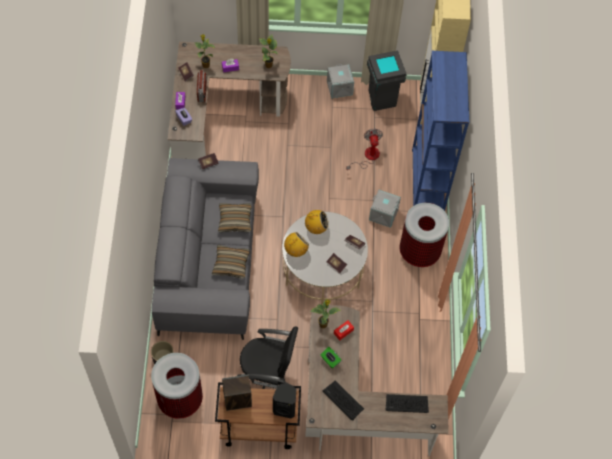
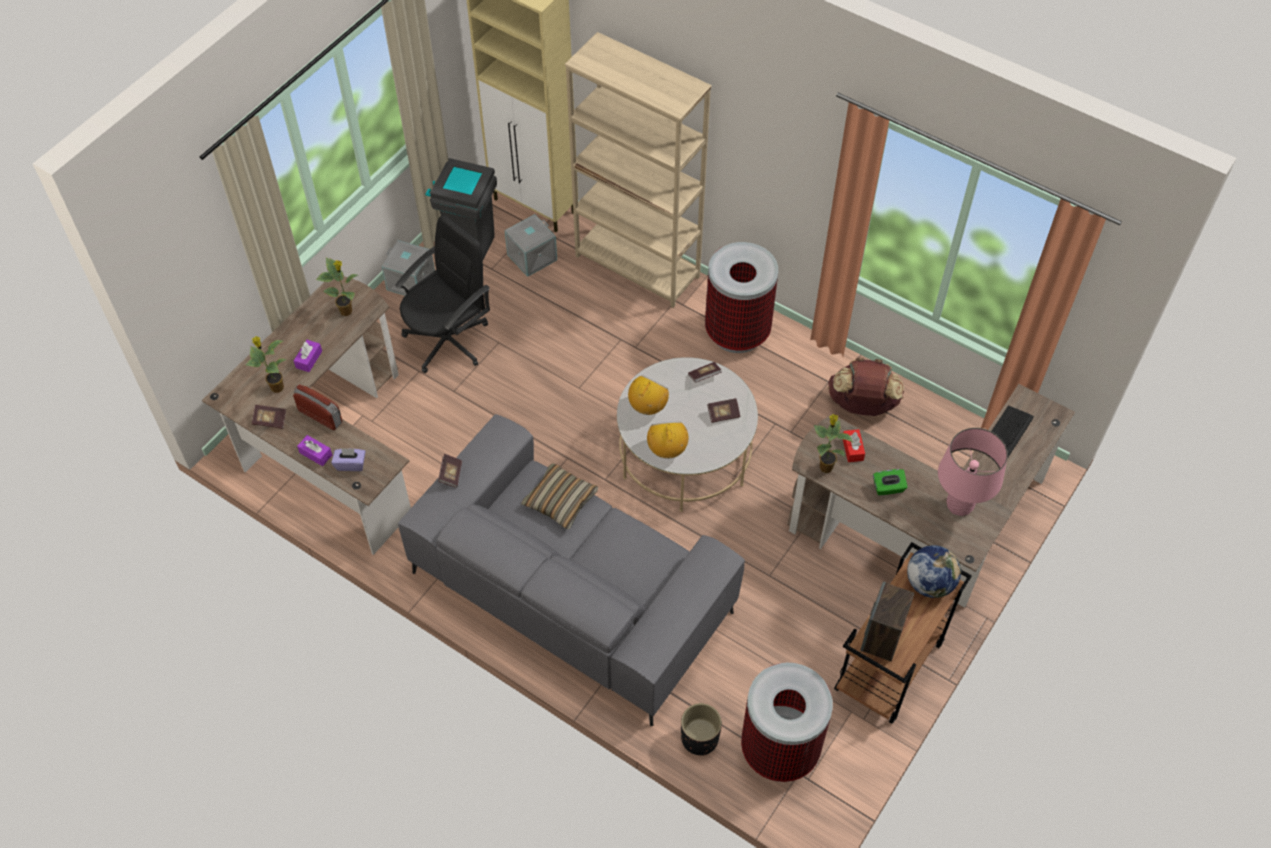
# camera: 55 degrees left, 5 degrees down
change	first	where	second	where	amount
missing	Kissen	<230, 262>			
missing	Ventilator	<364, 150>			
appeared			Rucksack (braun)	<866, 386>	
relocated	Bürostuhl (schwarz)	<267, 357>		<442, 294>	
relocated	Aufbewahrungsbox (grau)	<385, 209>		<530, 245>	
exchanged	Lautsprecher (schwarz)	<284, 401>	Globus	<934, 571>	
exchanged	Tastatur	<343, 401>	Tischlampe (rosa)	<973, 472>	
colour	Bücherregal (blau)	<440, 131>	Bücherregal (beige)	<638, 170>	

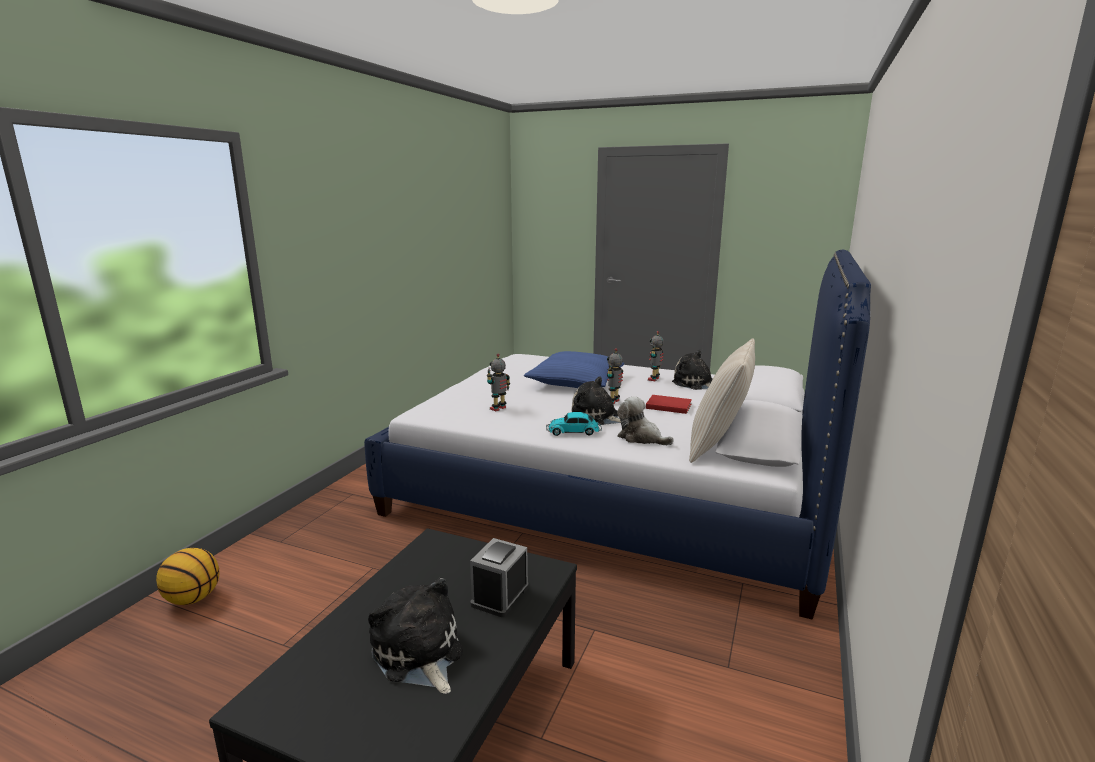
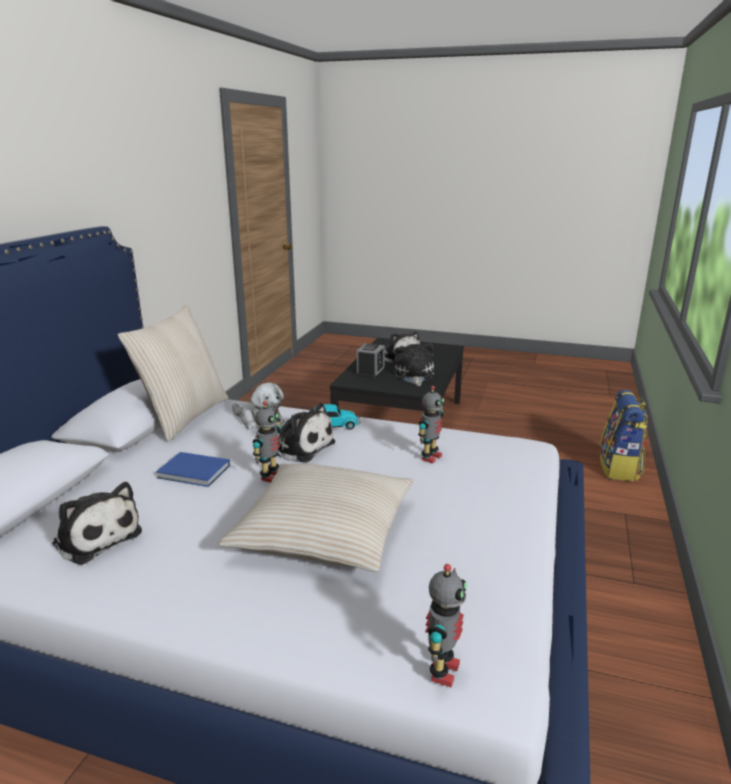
# camera: 175 degrees right, 5 degrees up
change	first	where	second	where	amount
appeared			Plüschtier	<414, 364>	
relocated	Spielzeugroboter	<656, 356>		<446, 625>	
exchanged	Basketball	<188, 576>	Rucksack	<624, 435>	
colour	Kissen (blau)	<574, 369>	Kissen (beige)	<316, 517>	
colour	Buch (rot)	<669, 404>	Buch (blau)	<193, 469>	

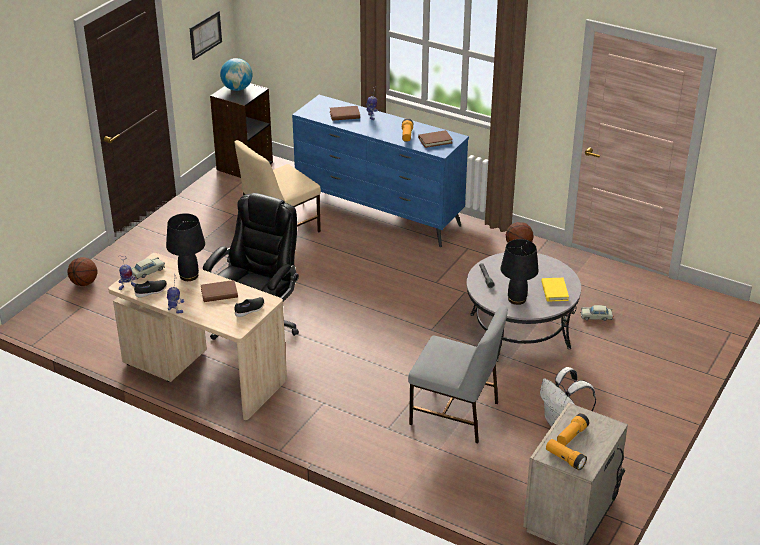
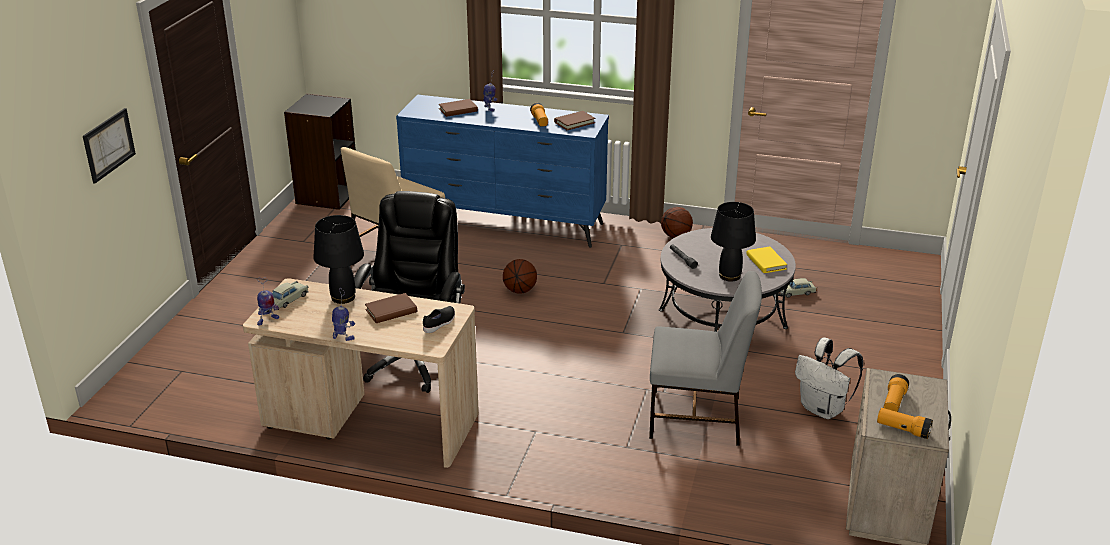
# camera: 15 degrees left, 5 degrees down
change	first	where	second	where	amount
missing	Schuh (schwarz)	<150, 288>			
missing	Globus	<236, 74>			
relocated	Basketball	<82, 271>		<520, 276>	
relocated	Bild	<206, 35>		<109, 146>	

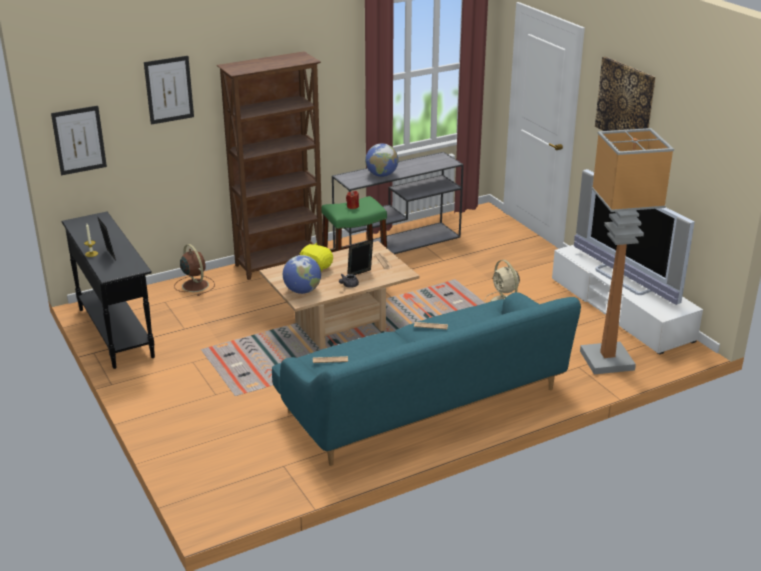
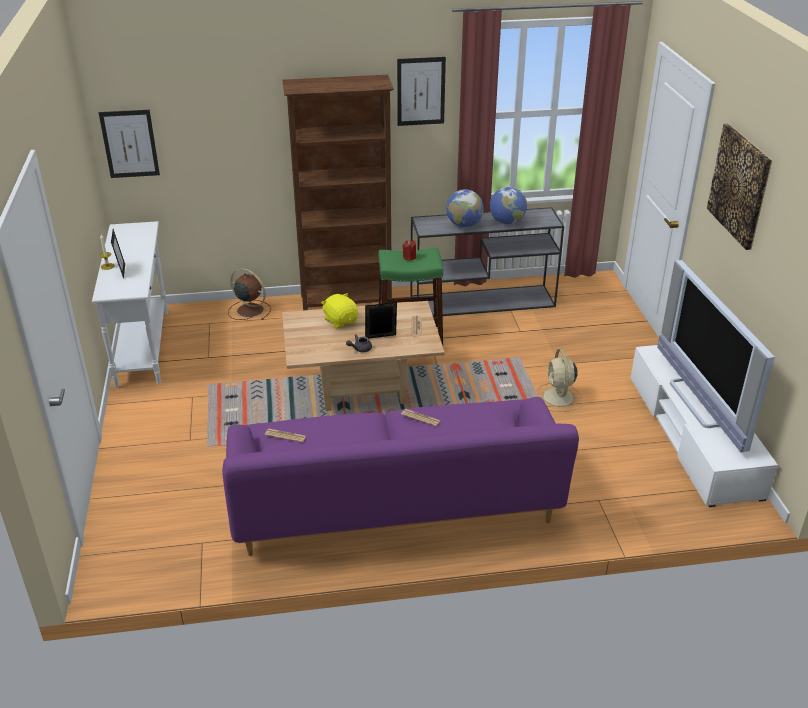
# camera: 20 degrees right, 5 degrees up
change	first	where	second	where	amount
missing	Stehlampe	<627, 251>			
relocated	Bild	<169, 90>		<421, 91>	
relocated	Globus	<302, 274>		<508, 205>	
colour	Konsolentisch (schwarz)	<108, 290>	Konsolentisch (weiß)	<130, 304>	
colour	Sofa (türkis)	<426, 379>	Sofa (lila)	<400, 476>	
spun	Ventilator (braun)	<194, 270>		<249, 294>	45 degrees counterclockwise

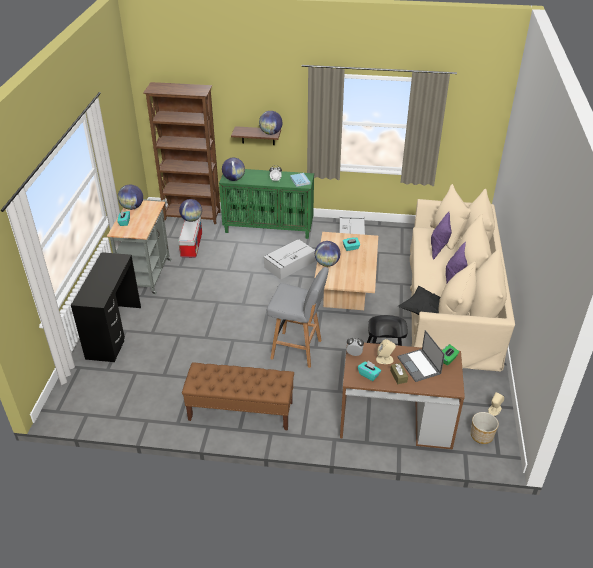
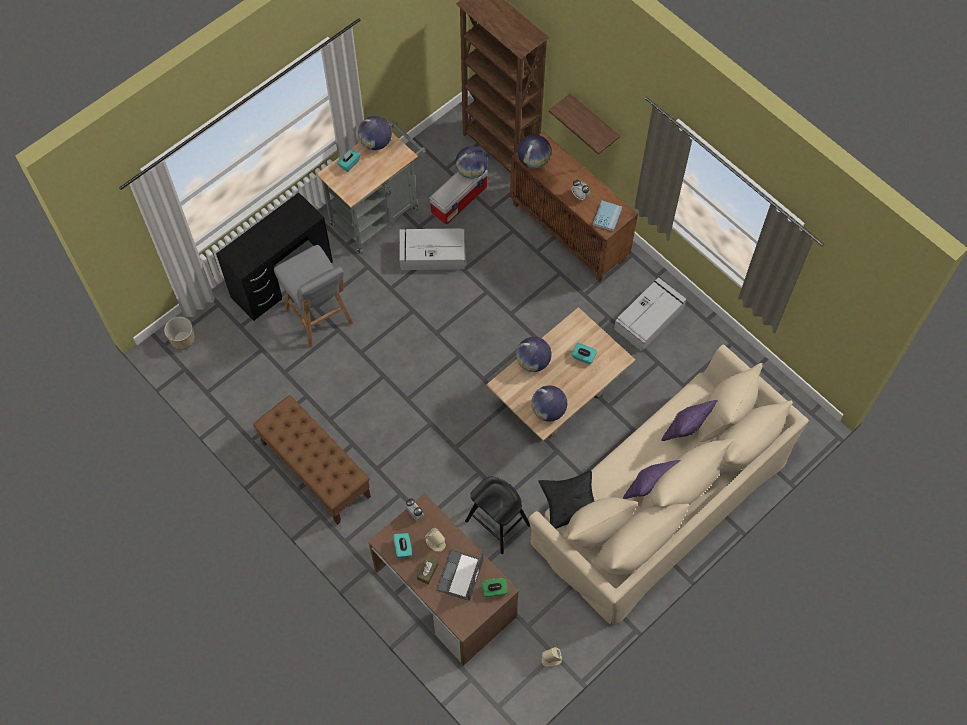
# camera: 40 degrees right, 25 degrees up
change	first	where	second	where	amount
relocated	Globus	<270, 123>		<549, 403>	
relocated	Aufbewahrungsbox (grau)	<289, 259>		<432, 249>	
relocated	Hocker (grau)	<298, 317>		<313, 296>	
relocated	Pflanzkübel	<485, 428>		<179, 333>	
colour	Schrank (grün)	<266, 204>	Schrank (braun)	<574, 207>	

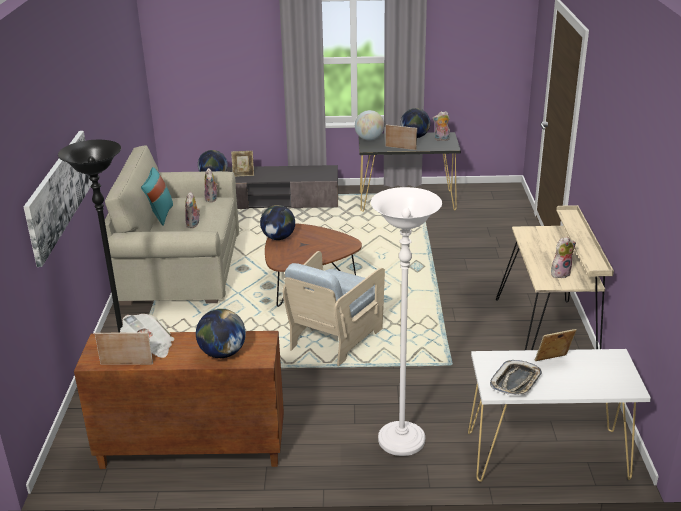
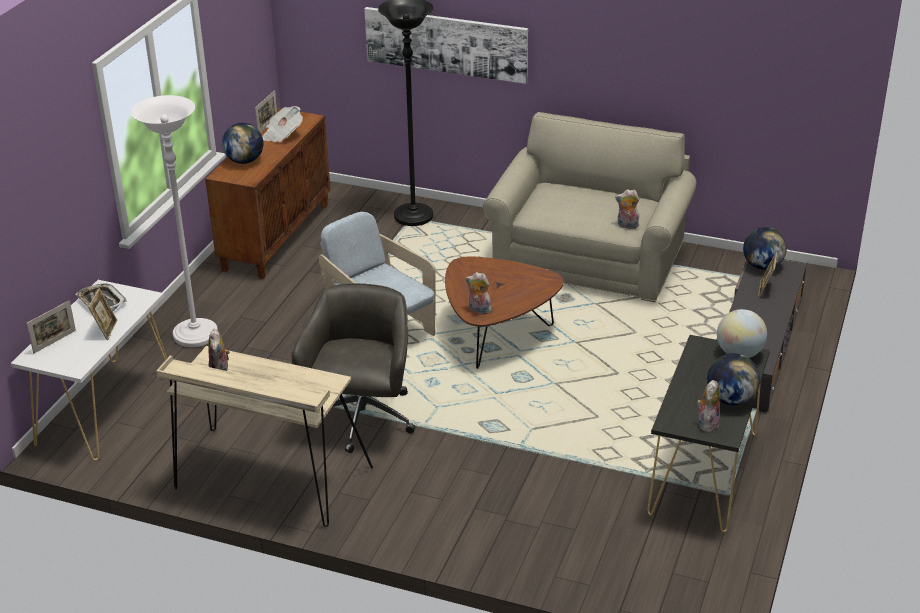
# camera: 110 degrees right, 5 degrees up
change	first	where	second	where	amount
missing	Kissen (türkis)	<157, 196>			
missing	Globus	<277, 222>			
appeared			Bürostuhl (grau)	<353, 368>	
relocated	Plüschtier	<192, 210>		<478, 293>	
relocated	Bilderrahmen	<401, 137>		<51, 327>	

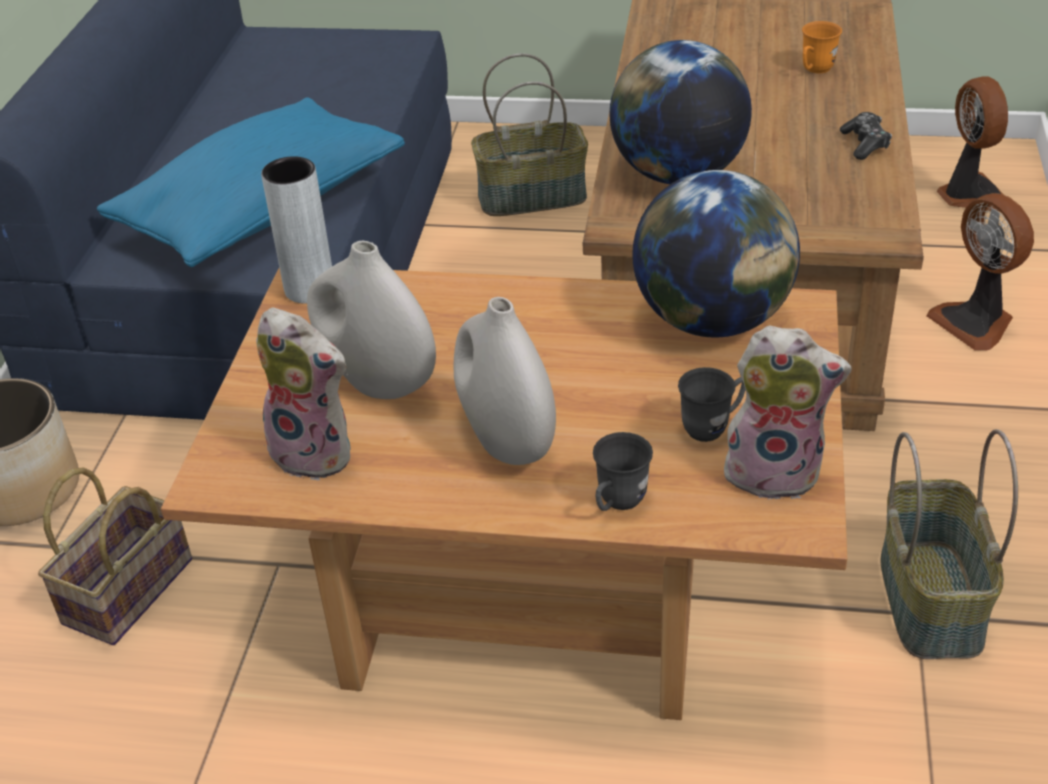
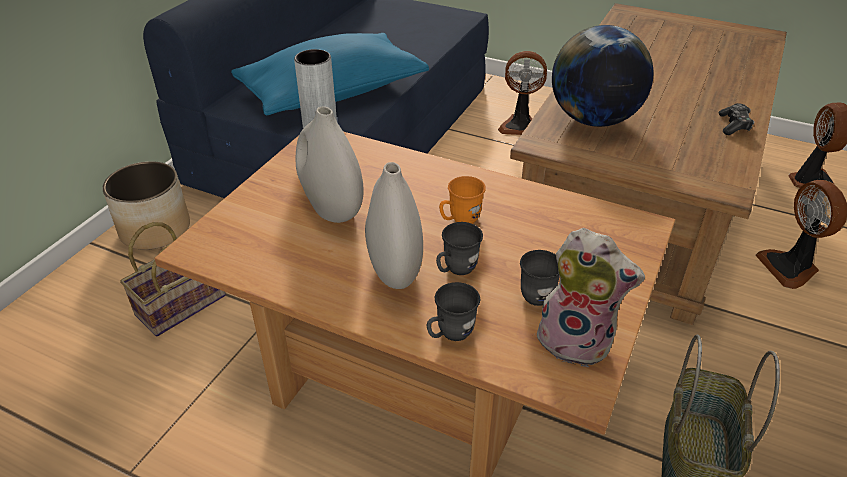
# camera: 15 degrees right, 0 degrees up
change	first	where	second	where	amount
missing	Plüschtier	<303, 394>			
missing	Globus	<716, 253>			
appeared			Henkelbecher (grau)	<459, 248>	
relocated	Henkelbecher (orange)	<822, 47>		<462, 200>	
exchanged	Korb	<529, 134>	Ventilator	<522, 93>	

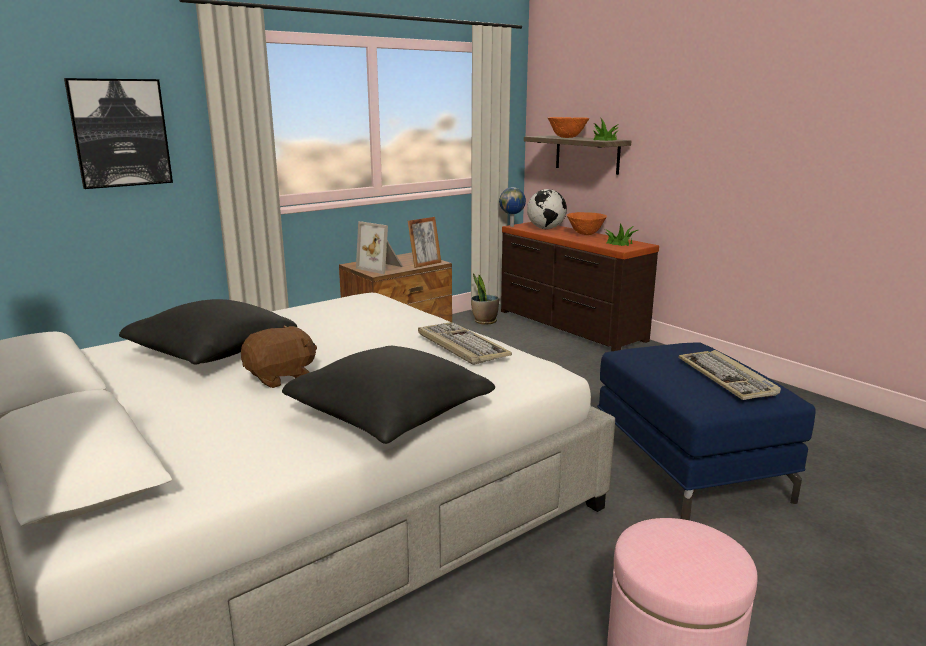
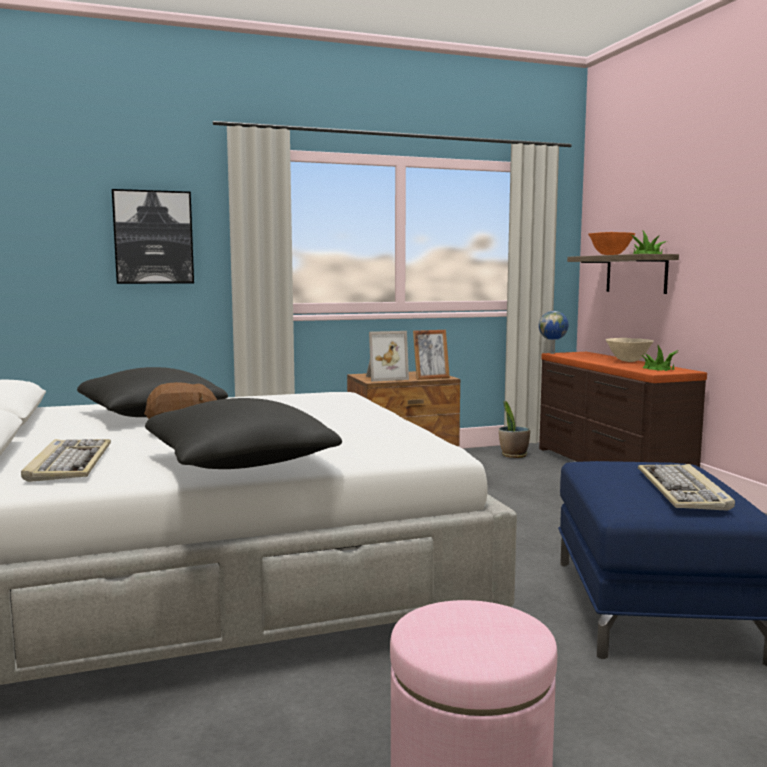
# camera: 20 degrees right, 10 degrees down
change	first	where	second	where	amount
missing	Globus	<547, 209>			
relocated	Tastatur	<465, 343>		<66, 460>	
colour	Schüssel (orange)	<587, 223>	Schüssel (beige)	<629, 350>	
spun	Bilderrahmen	<379, 247>		<387, 356>	75 degrees counterclockwise

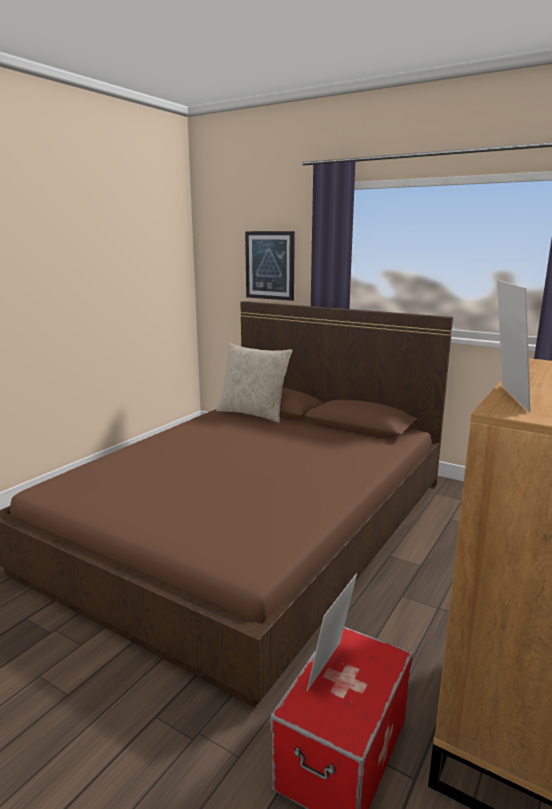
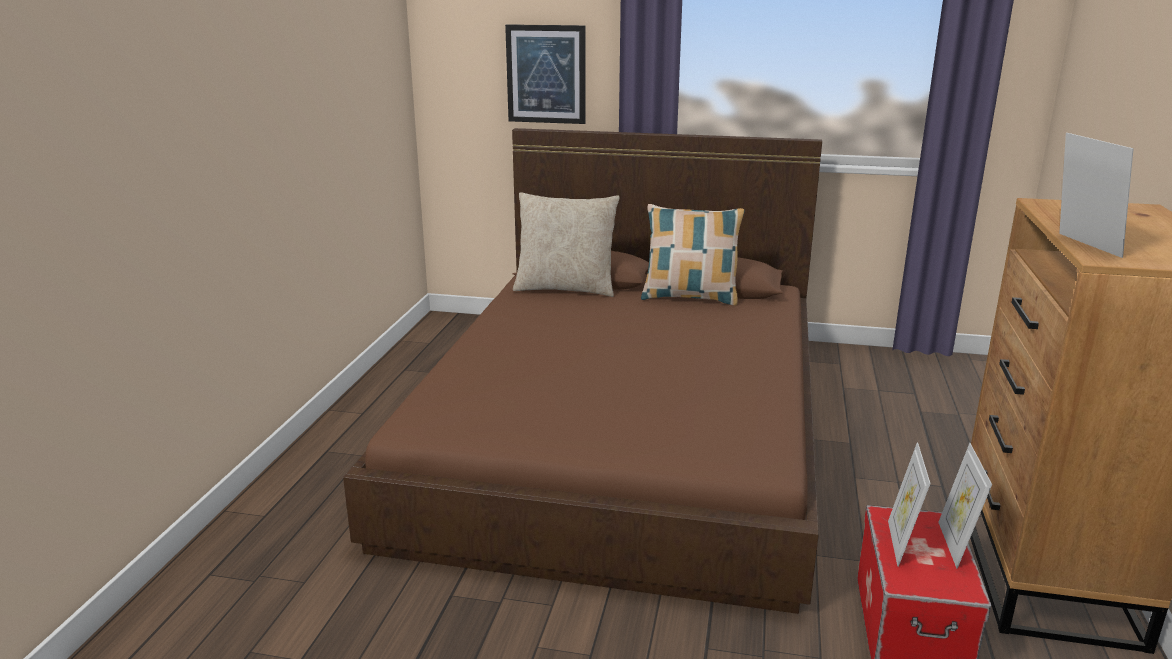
# camera: 20 degrees left, 5 degrees up
change	first	where	second	where	amount
appeared			Kissen	<693, 255>	
appeared			Bilderrahmen	<965, 506>	

